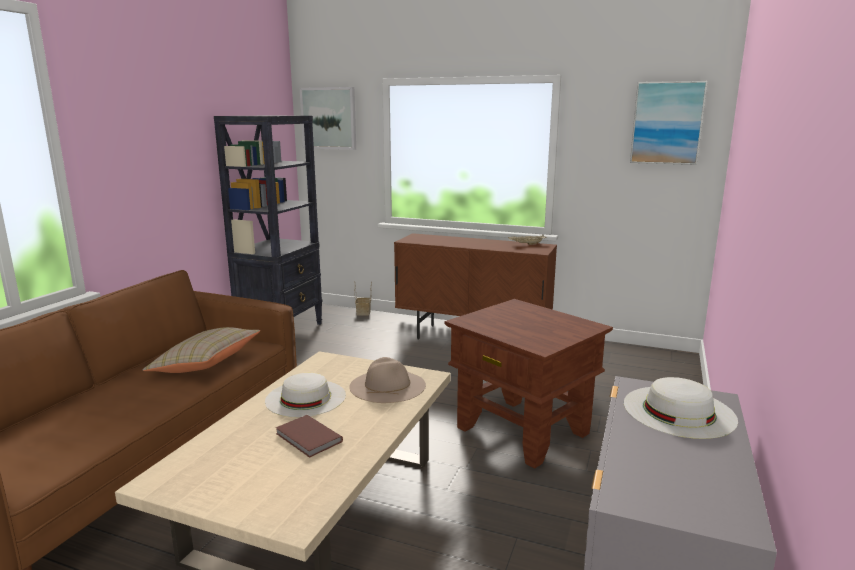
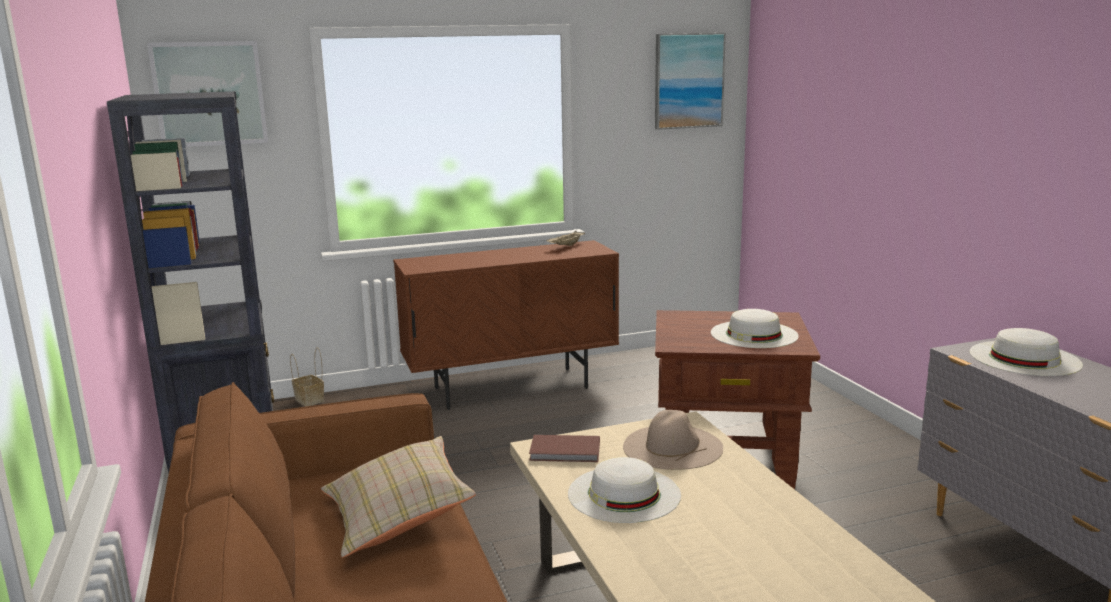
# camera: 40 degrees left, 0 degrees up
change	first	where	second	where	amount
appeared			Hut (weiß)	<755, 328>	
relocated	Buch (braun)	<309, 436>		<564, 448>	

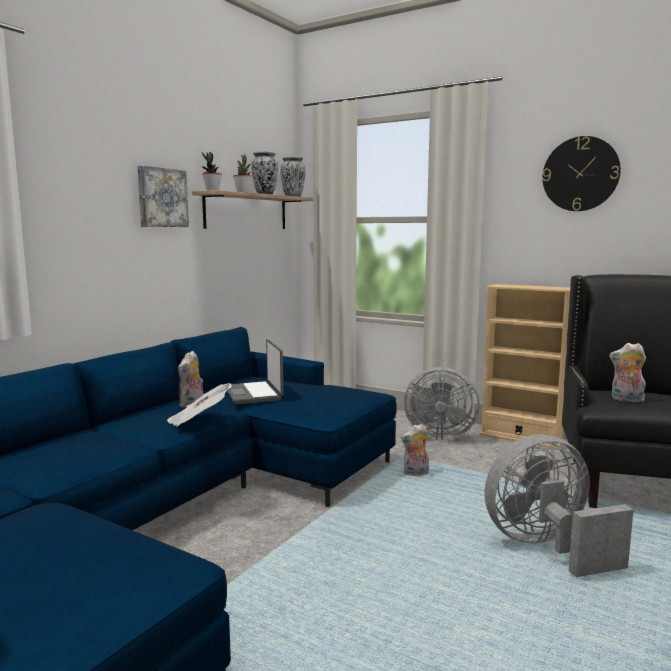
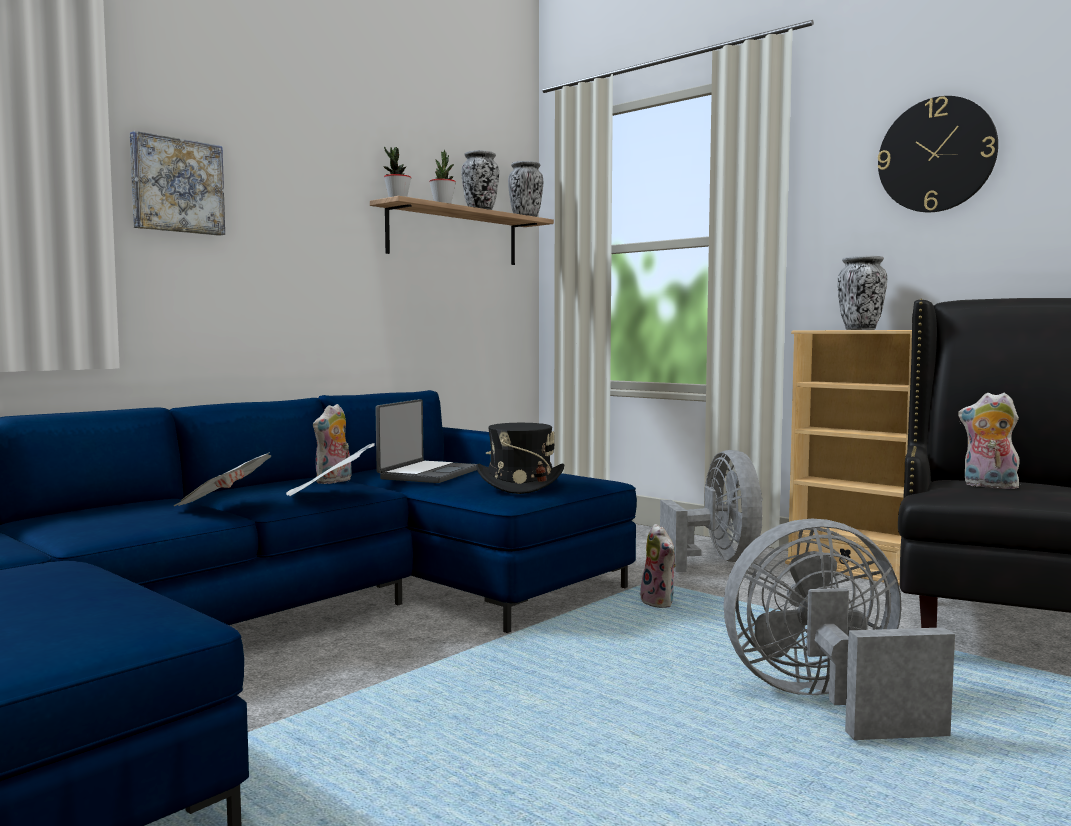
# camera: 10 degrees right, 5 degrees down
change	first	where	second	where	amount
appeared			Zeitung	<222, 479>	
appeared			Hut (schwarz)	<520, 458>	
appeared			Vase	<862, 293>	
relocated	Bild	<163, 196>		<177, 183>	
spun	Laptop	<255, 372>		<426, 441>	150 degrees counterclockwise
spun	Plüschtier	<415, 450>		<658, 566>	105 degrees counterclockwise
spun	Ventilator (grau)	<442, 403>		<711, 511>	120 degrees counterclockwise

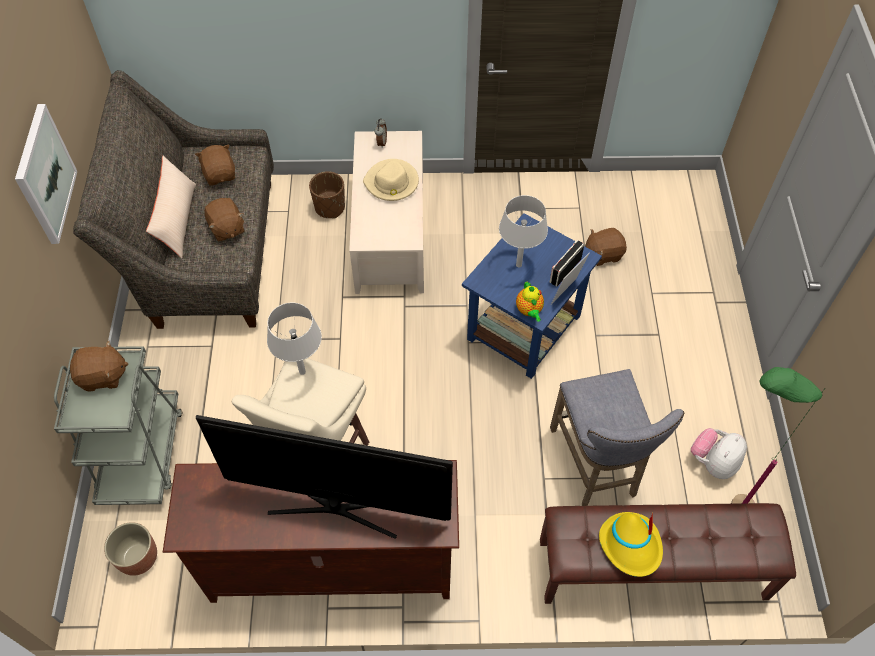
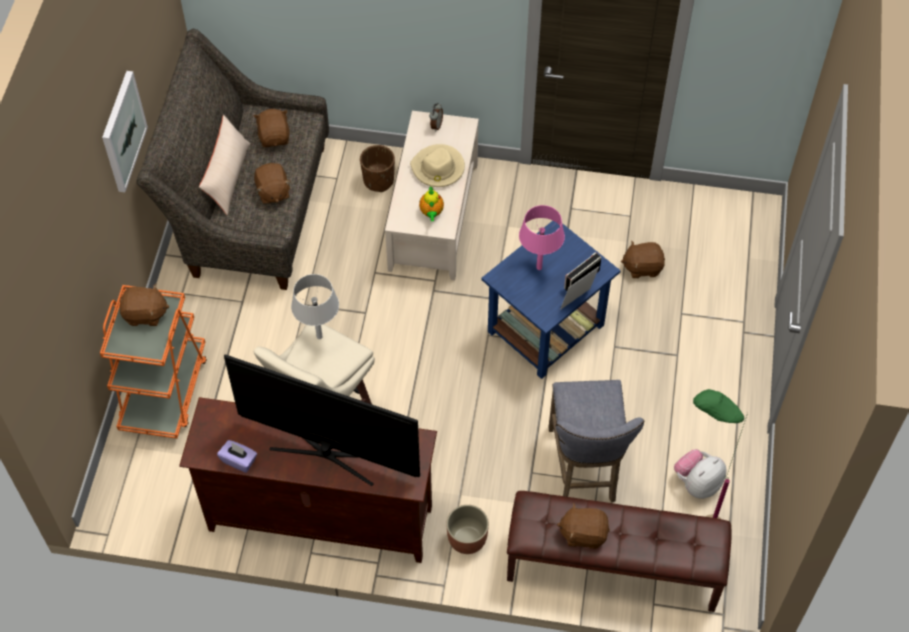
# camera: 10 degrees right, 0 degrees up
change	first	where	second	where	amount
appeared			Taschentuchbox (lila)	<237, 456>	
relocated	Pflanzkübel	<130, 549>		<467, 529>	
relocated	Teekanne	<530, 302>		<431, 203>	
exchanged	Hut (gelb)	<631, 544>	Plüschtier (braun)	<583, 525>	
colour	Rollwagen (grau)	<118, 425>	Rollwagen (orange)	<153, 362>	
colour	Tischlampe (grau)	<523, 231>	Tischlampe (rosa)	<542, 237>	

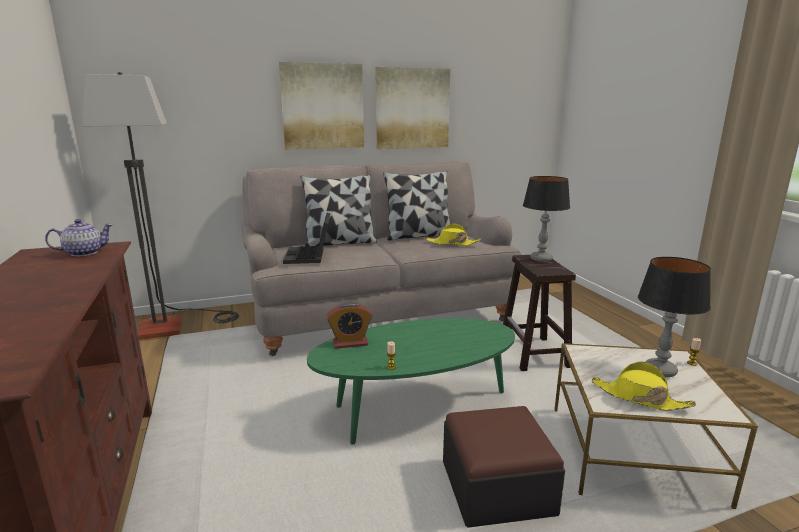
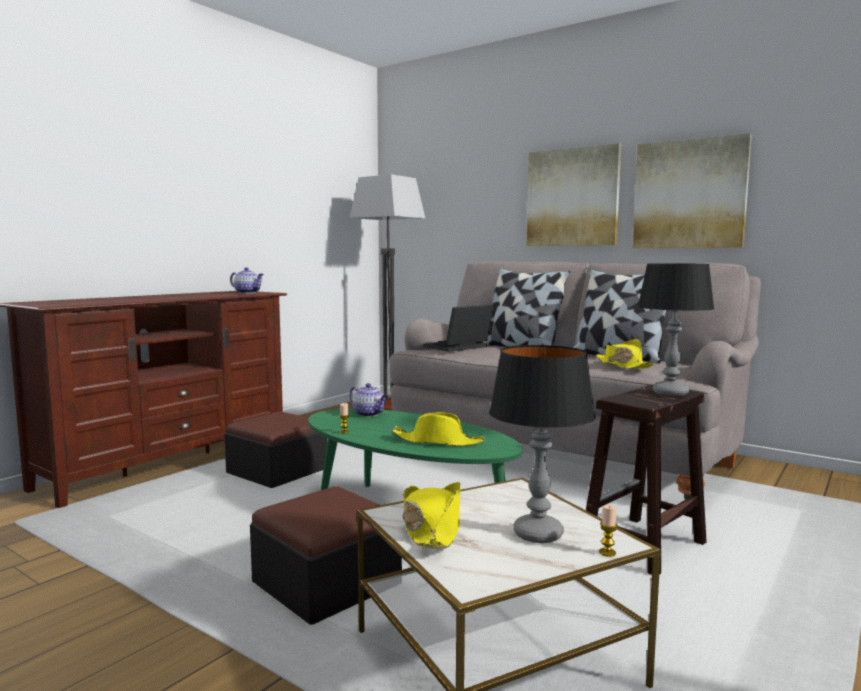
# camera: 55 degrees right, 10 degrees down
change	first	where	second	where	amount
appeared			Polsterhocker	<275, 449>	
appeared			Hut (gelb)	<438, 429>	
exchanged	Wecker	<349, 325>	Teekanne	<369, 400>	

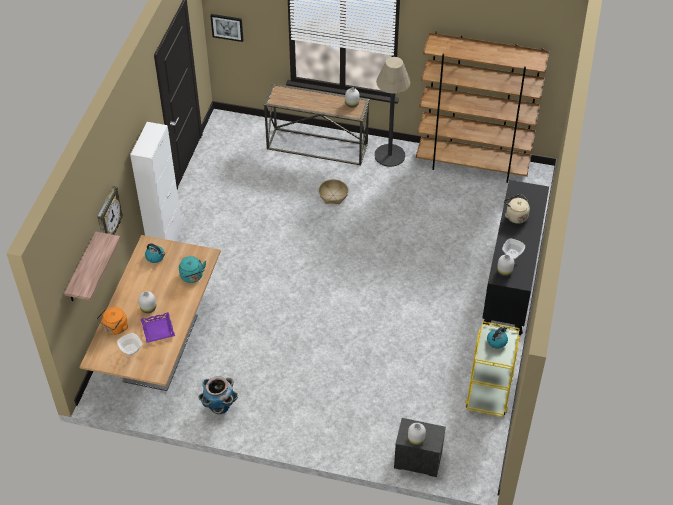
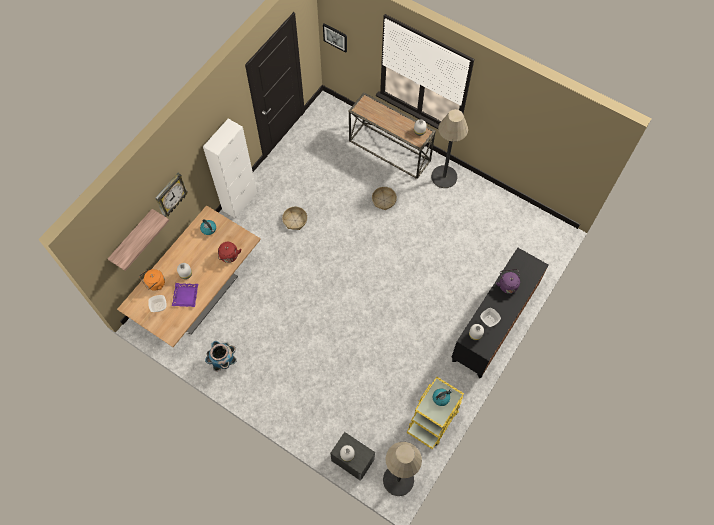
# camera: 20 degrees right, 15 degrees up
change	first	where	second	where	amount
missing	Bücherregal (braun)	<482, 107>			
appeared			Korb	<294, 218>	
appeared			Stehlampe	<402, 469>	
colour	Wasserkessel (türkis)	<192, 269>	Wasserkessel (rot)	<229, 252>	
colour	Wasserkessel (beige)	<517, 209>	Wasserkessel (lila)	<508, 281>	

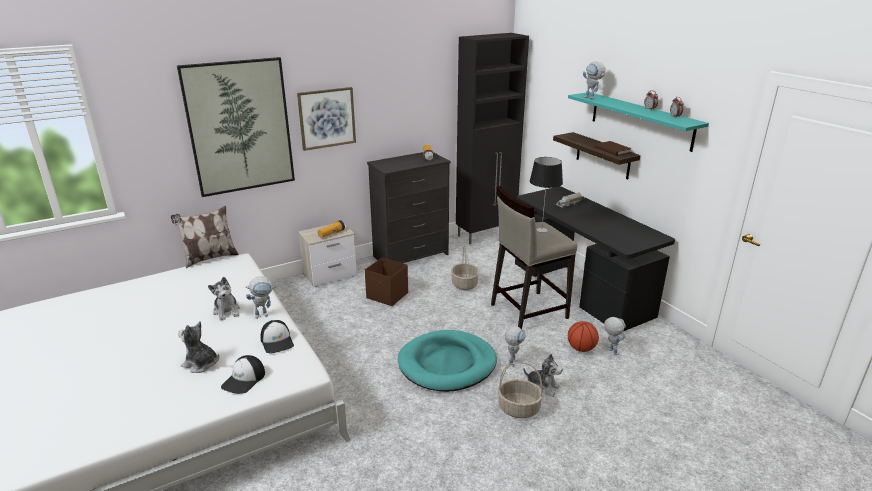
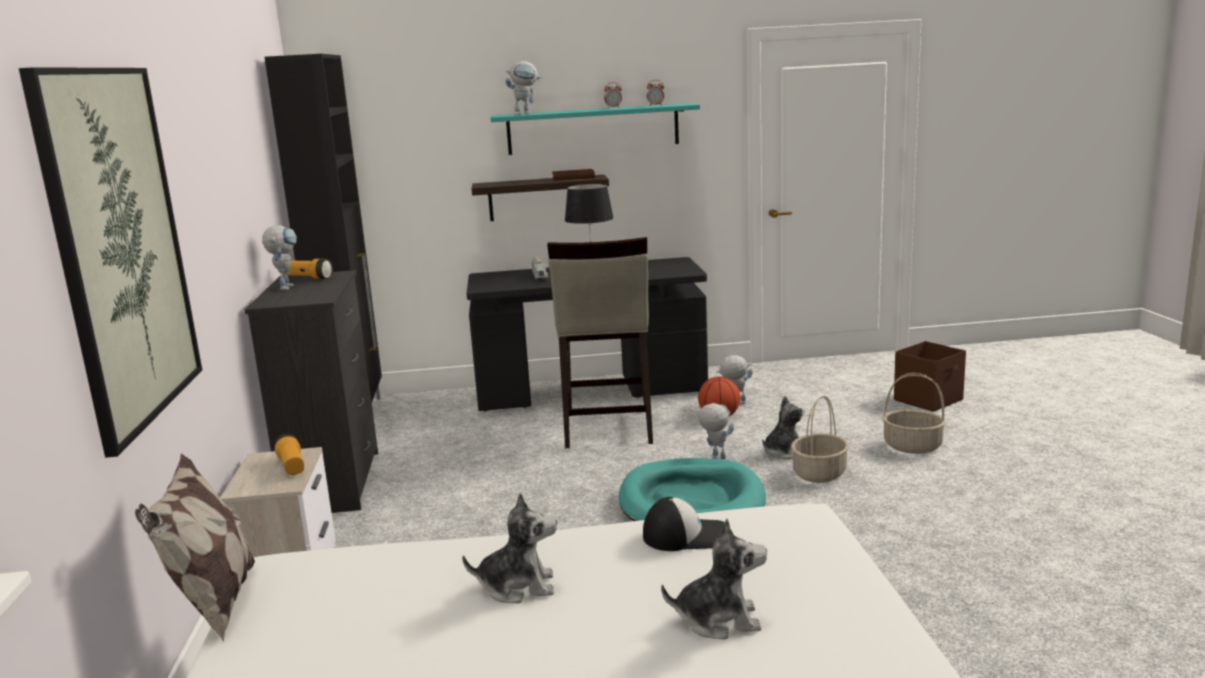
# camera: 65 degrees left, 10 degrees down
change	first	where	second	where	amount
missing	Kappe	<243, 374>			
missing	Bild	<326, 119>			
relocated	Spielzeugroboter	<260, 297>		<279, 257>	
relocated	Aufbewahrungsbox (braun)	<386, 282>		<930, 376>	
relocated	Korb	<465, 268>		<914, 413>	
spun	Plüschtier	<198, 347>		<714, 579>	135 degrees counterclockwise

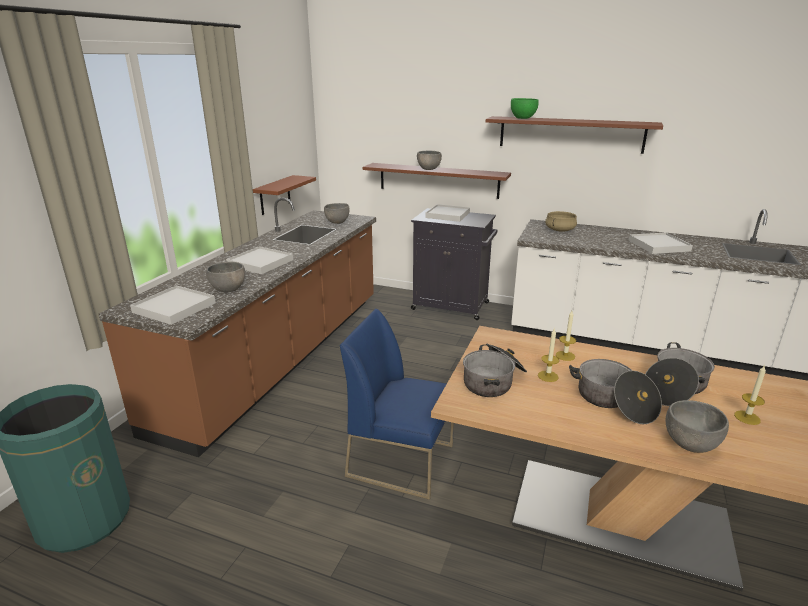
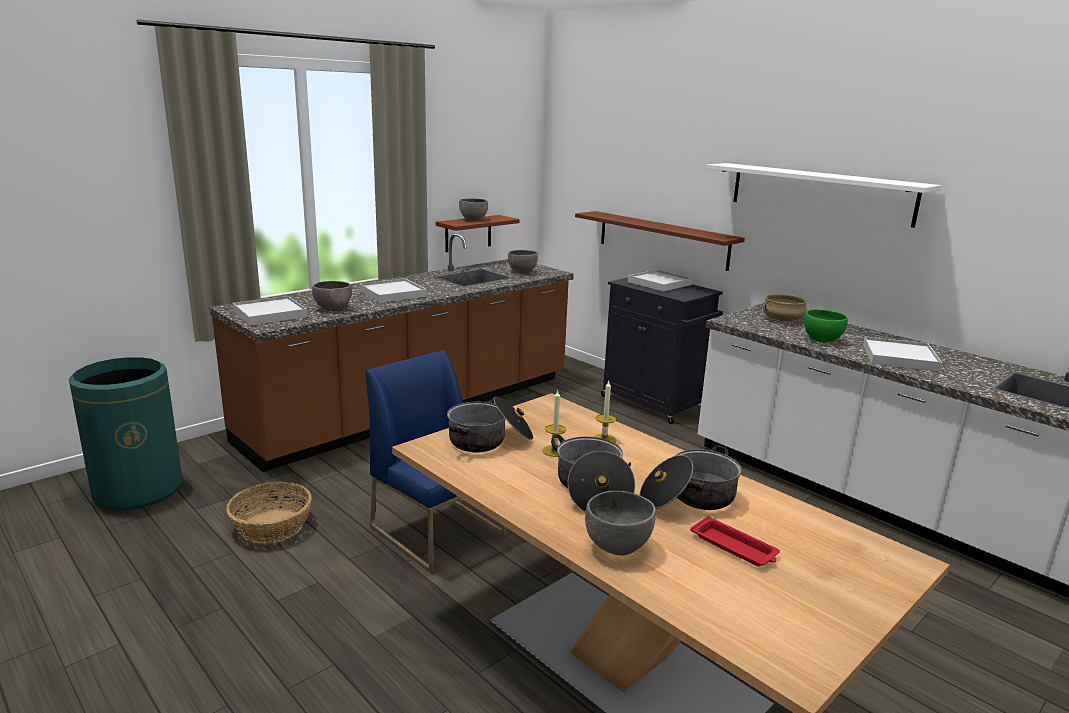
# camera: 25 degrees right, 5 degrees down
change	first	where	second	where	amount
appeared			Korb	<269, 512>	
relocated	Schüssel (grau)	<429, 160>		<473, 209>	
relocated	Schüssel (grün)	<525, 108>		<826, 325>	
exchanged	Kerze	<750, 395>	Tablett (rot)	<735, 541>	
colour	Wandregal (braun)	<574, 135>	Wandregal (weiß)	<823, 195>	

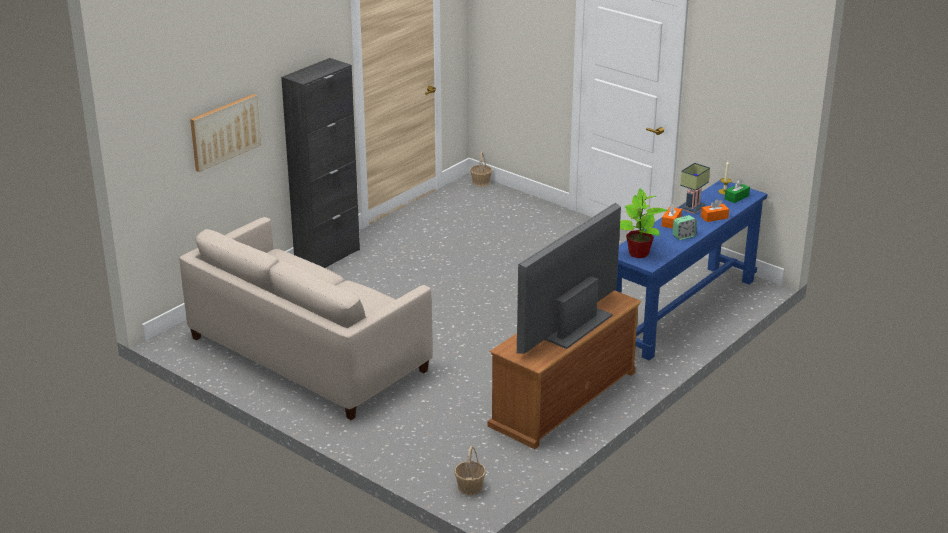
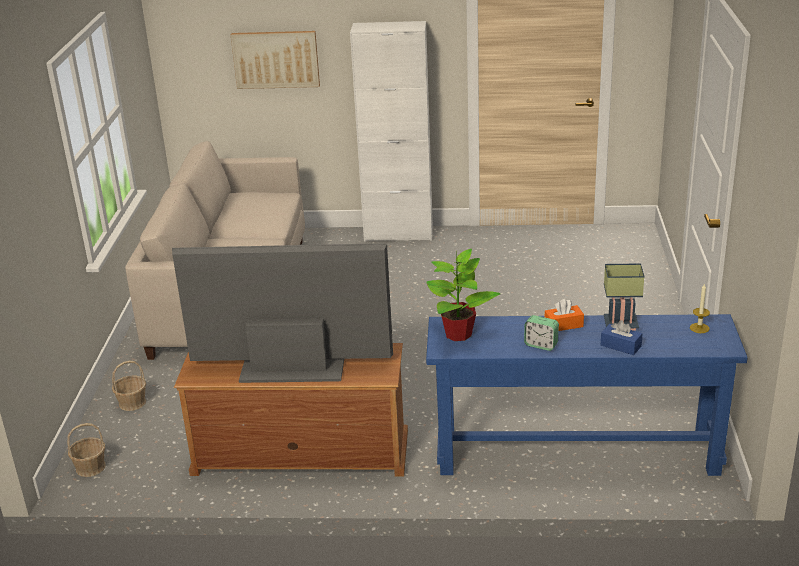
# camera: 55 degrees right, 0 degrees up
change	first	where	second	where	amount
missing	Taschentuchbox (grün)	<737, 191>			
relocated	Korb	<481, 169>		<129, 386>	
colour	Schrank (schwarz)	<320, 163>	Schrank (weiß)	<391, 131>	
colour	Taschentuchbox (orange)	<715, 210>	Taschentuchbox (blau)	<621, 337>	

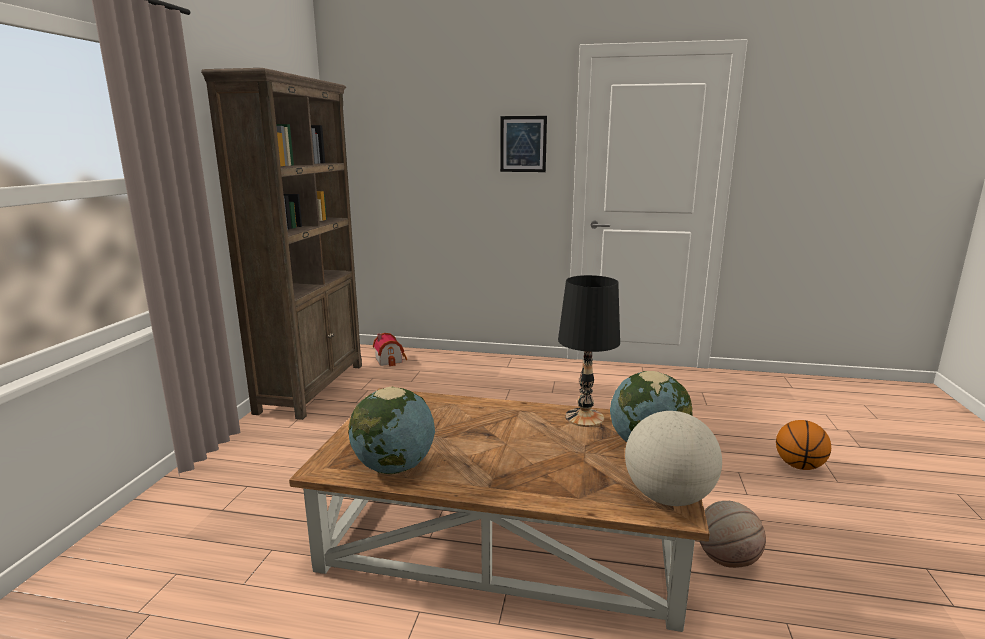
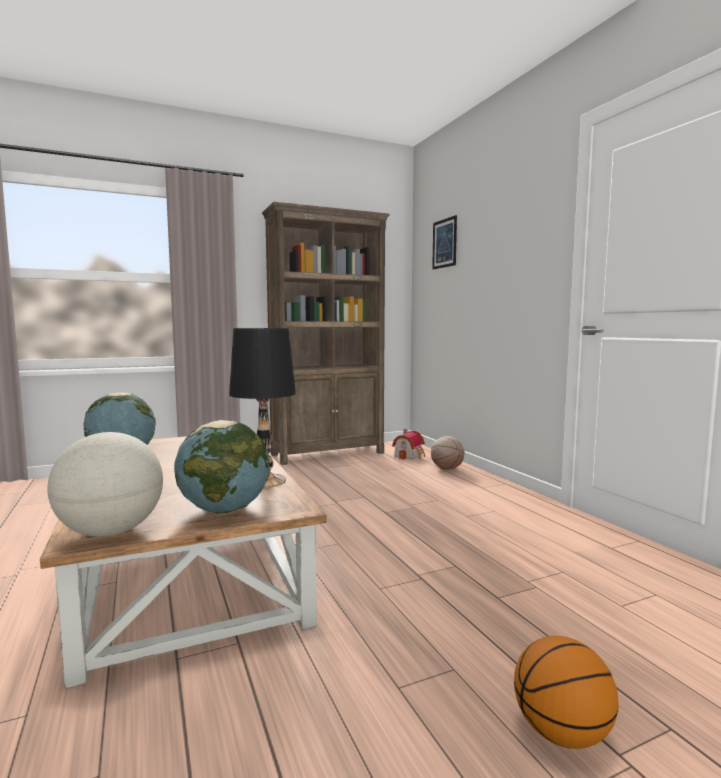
# camera: 55 degrees right, 10 degrees down
change	first	where	second	where	amount
relocated	Bild	<523, 144>		<444, 242>	
relocated	Basketball	<732, 534>		<448, 453>	

